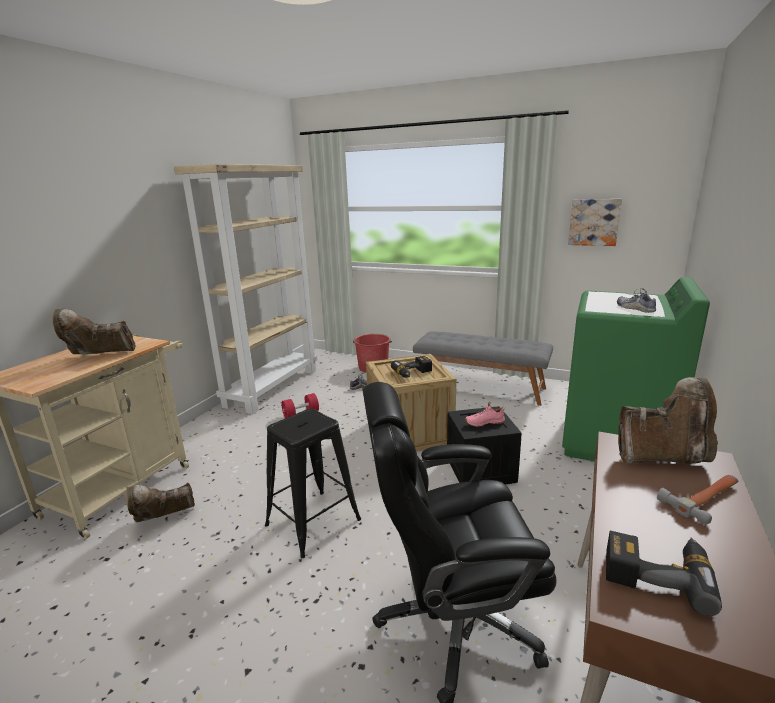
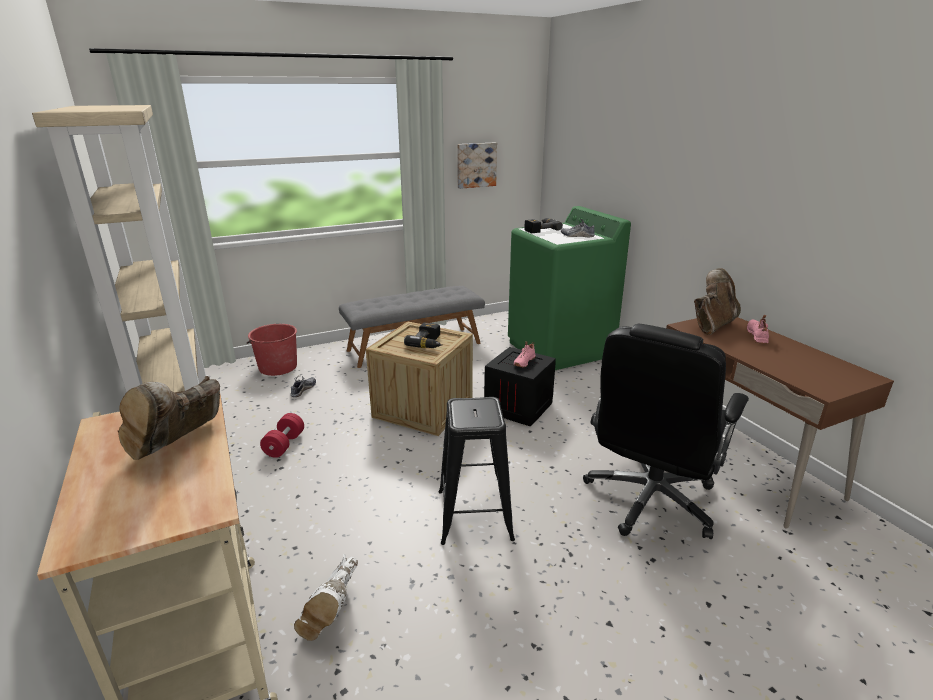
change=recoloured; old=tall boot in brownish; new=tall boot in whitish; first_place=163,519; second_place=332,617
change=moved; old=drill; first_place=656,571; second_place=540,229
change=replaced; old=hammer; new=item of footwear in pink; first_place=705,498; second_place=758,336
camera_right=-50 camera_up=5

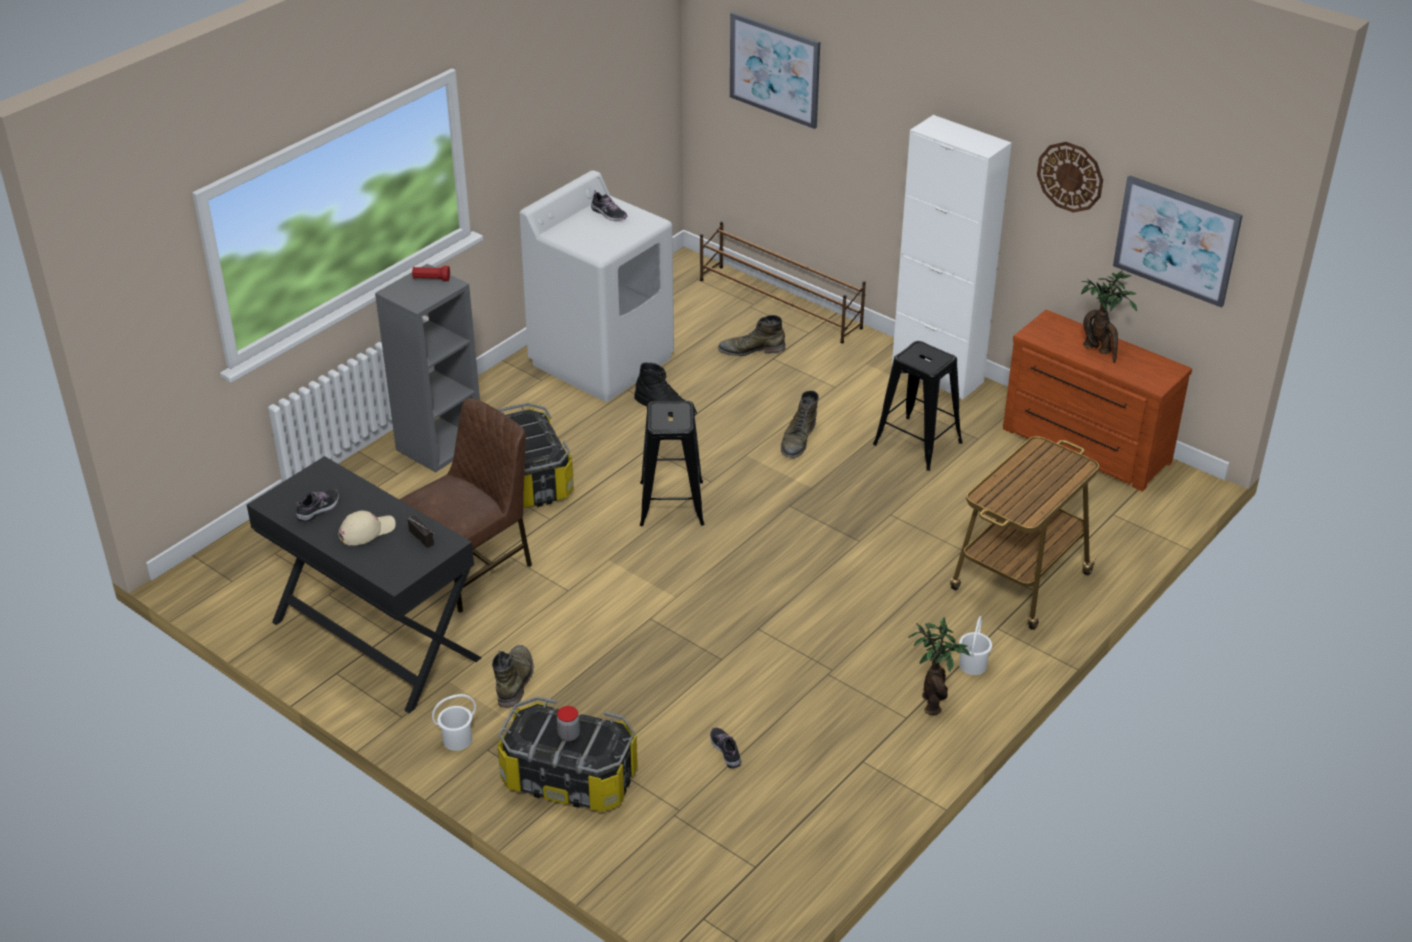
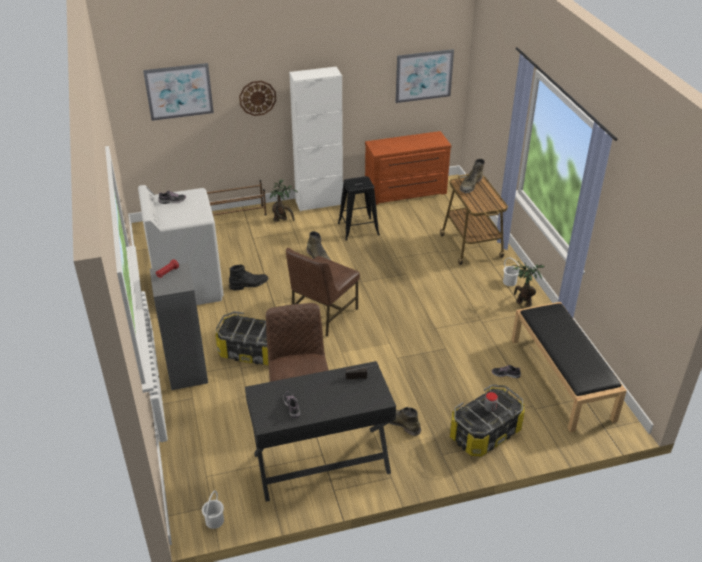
change=removed; old=cap in beige-coloured; first_place=366,531
change=moved; old=bucket in whitish; first_place=457,740; second_place=215,520
change=replaced; old=sitting stool in black; new=chair in brownish; first_place=671,504; second_place=323,314
change=moved; old=tall boot in green-coloured; first_place=751,349; second_place=470,185
change=moved; old=hanging clock; first_place=1070,176; second_place=257,98
change=moved; old=houseplant; first_place=1099,350; second_place=282,220
change=added; new=bench in black; second_place=562,379
camera_right=-55 camera_up=0

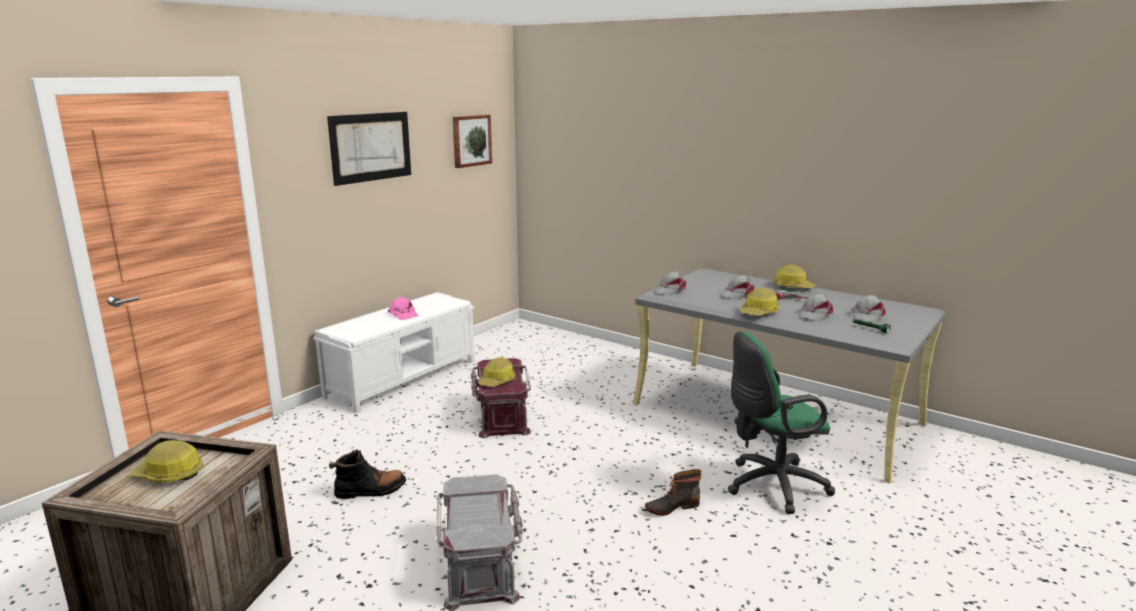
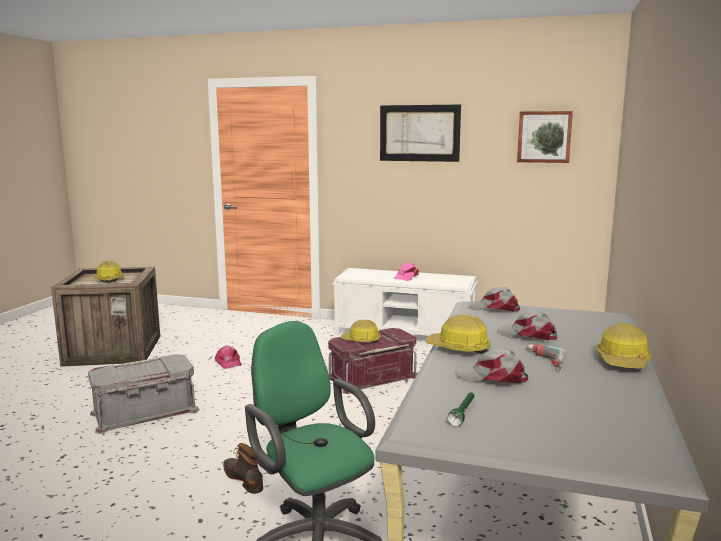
change=replaced; old=tall boot in black; new=cap in pink; first_place=370,491; second_place=228,362
change=removed; old=cap in gray; first_place=867,316
camera_right=70 camera_up=-5

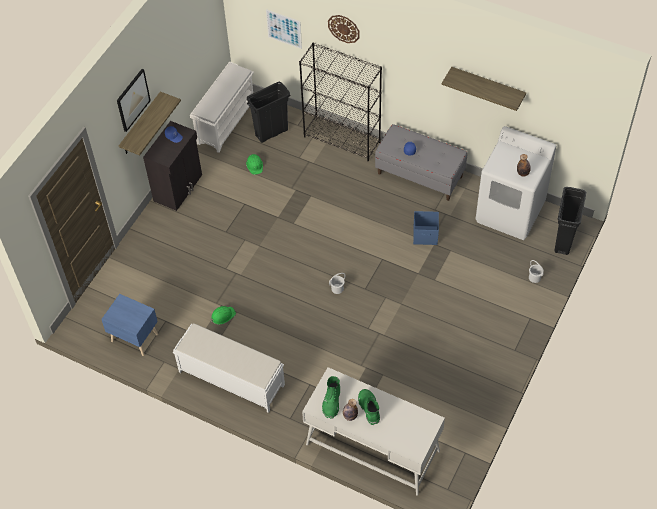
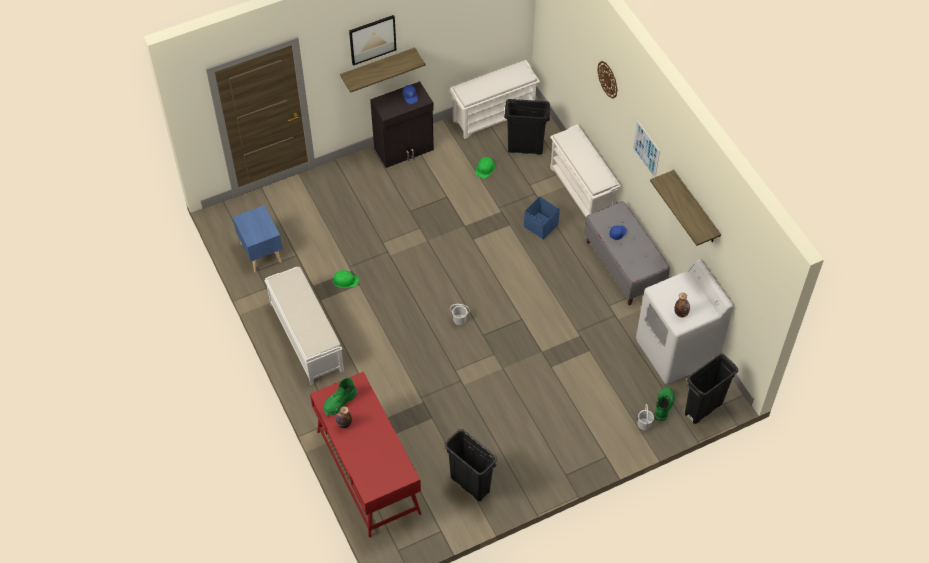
change=moved; old=wall picture; first_place=284,29; second_place=646,149
change=replaced; old=bookcase in black; new=shoe stand in whitish; first_place=342,139; second_place=582,192
change=recoloured; old=desk table in whitish; new=desk table in red; first_place=372,447; second_place=368,471
change=moved; old=tall boot in green-coloured; first_place=369,408; second_place=663,406
change=moved; old=storage box in bluish; first_place=425,235; second_place=541,226
change=added; new=waste bin in black; second_place=470,484
camera_right=35 camera_up=0

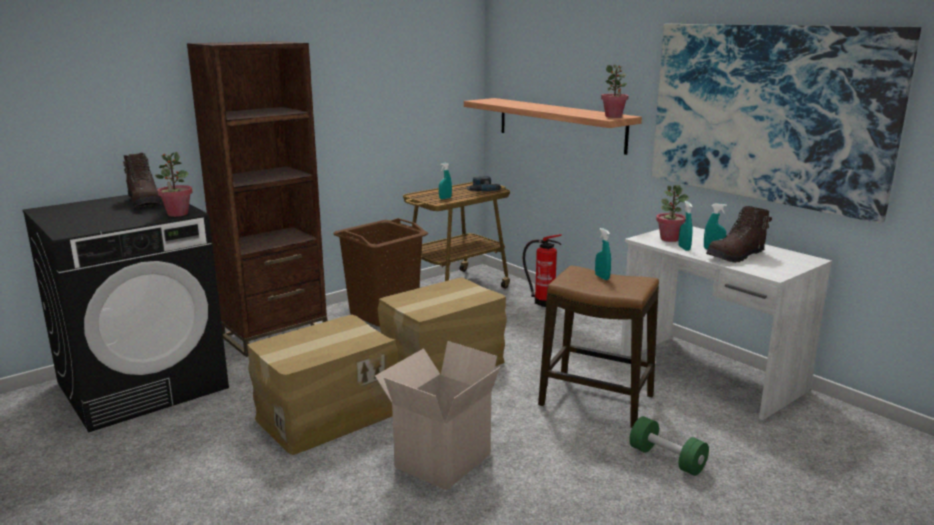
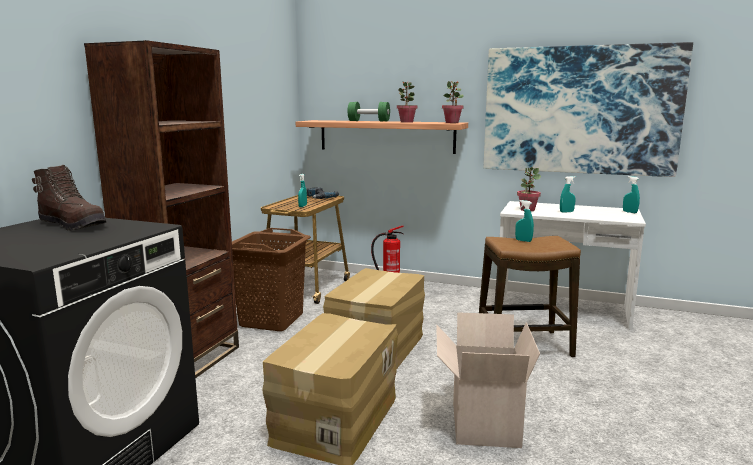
change=moved; old=houseplant; first_place=177,214; second_place=406,122
change=moved; old=free weight in green-coloured; first_place=667,459; second_place=369,121
change=moved; old=hand sprayer in turquoise-coloured; first_place=684,248; second_place=629,212
change=removed; old=tall boot in brownish; first_place=736,256
camera_right=-30 camera_up=-5

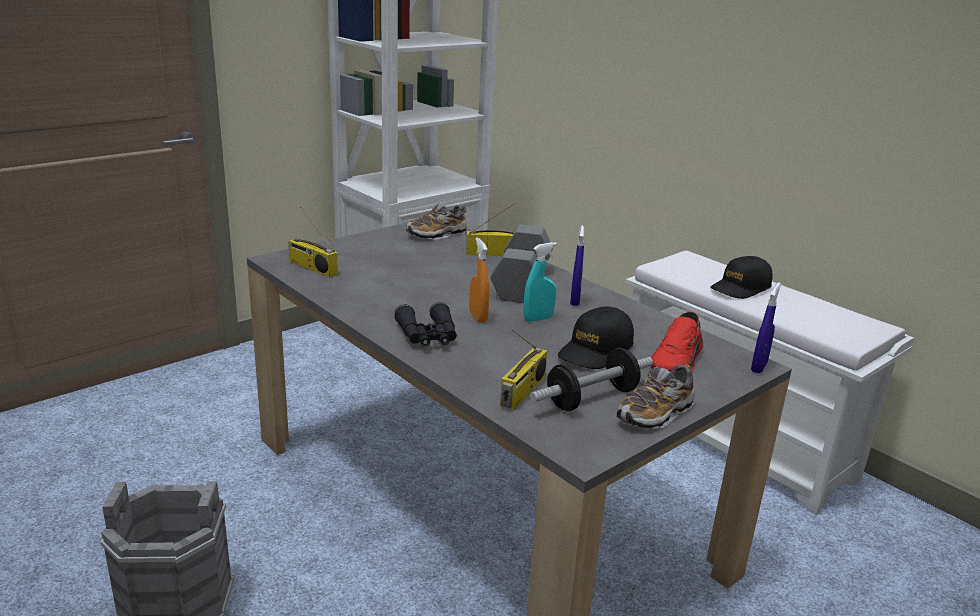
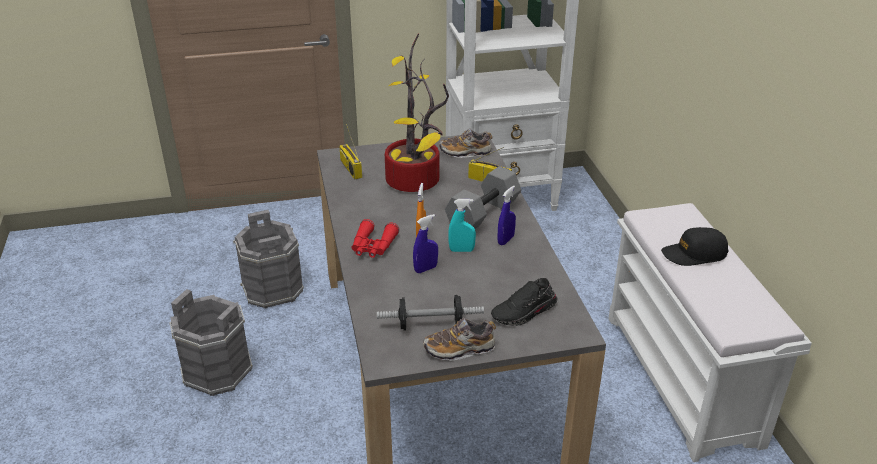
change=recoloured; old=pair of binoculars in black; new=pair of binoculars in red; first_place=428,336; second_place=373,246
change=removed; old=radio set; first_place=523,391
change=removed; old=cap in black; first_place=595,350
change=recoloured; old=item of footwear in red; new=item of footwear in black; first_place=678,361; second_place=524,313
change=moved; old=hand sprayer in bluish; first_place=759,367; second_place=425,269
change=added; new=bucket in gray; second_place=272,289
change=added; new=houseplant; second_place=417,182
camera_right=30 camera_up=10

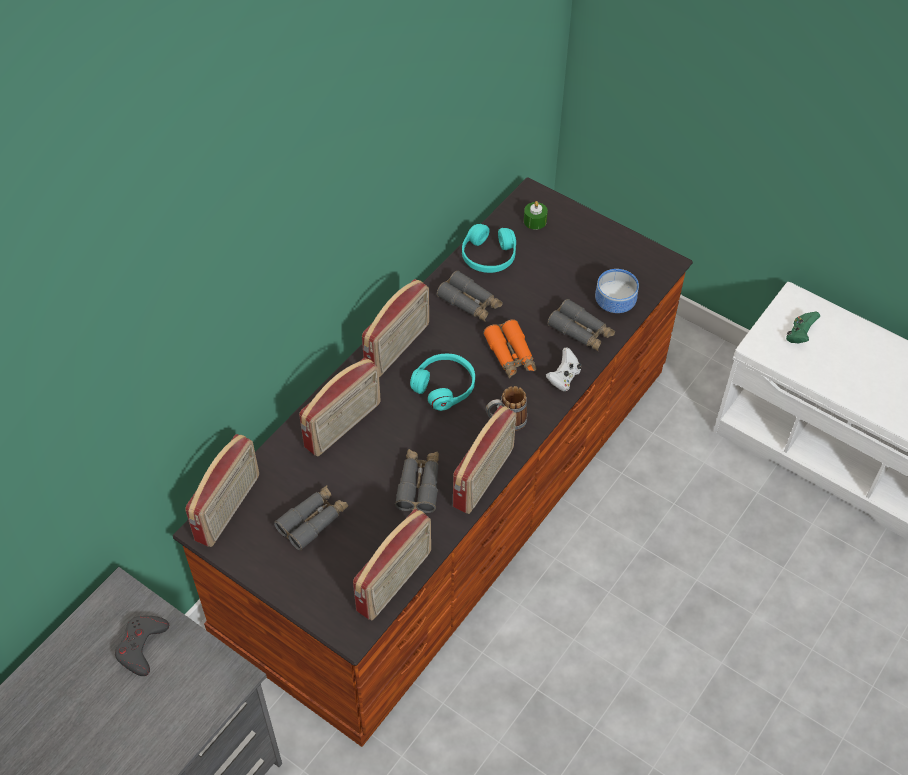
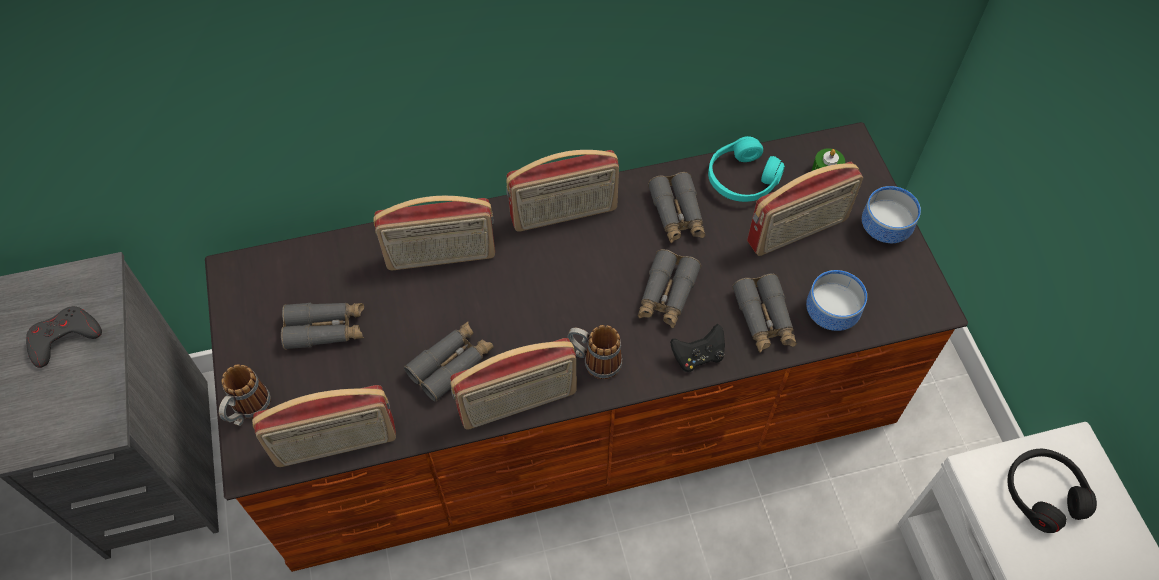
change=moved; old=radio set; first_place=229,508; second_place=798,232
change=removed; old=headset in turquoise-coloured; first_place=444,386
change=recoloured; old=pair of binoculars in orangey; new=pair of binoculars in gray; first_place=511,355; second_place=666,295
change=recoloured; old=game controller in whitish; new=game controller in black; first_place=563,378; second_place=698,356
change=replaced; old=game controller in green-coloured; new=headset in black; first_place=799,335; second_place=1043,493
change=added; new=tea mug; second_place=248,410
change=added; new=deep dish; second_place=882,229
camera_right=40 camera_up=5

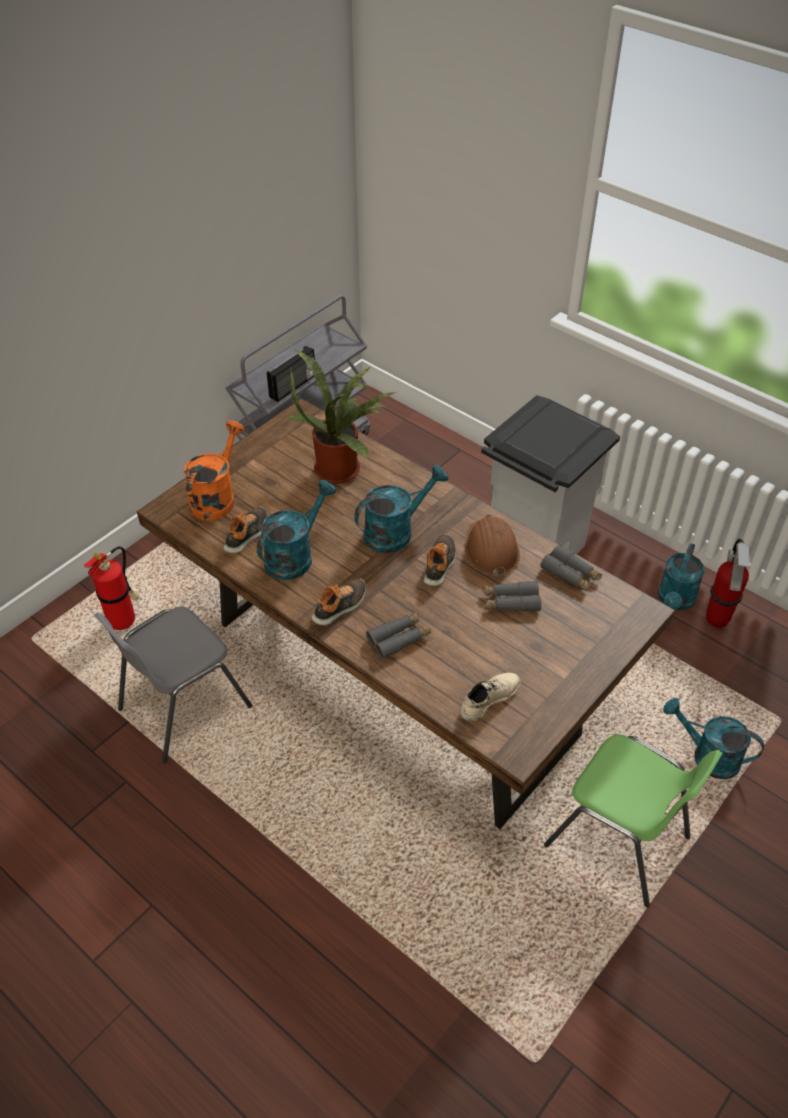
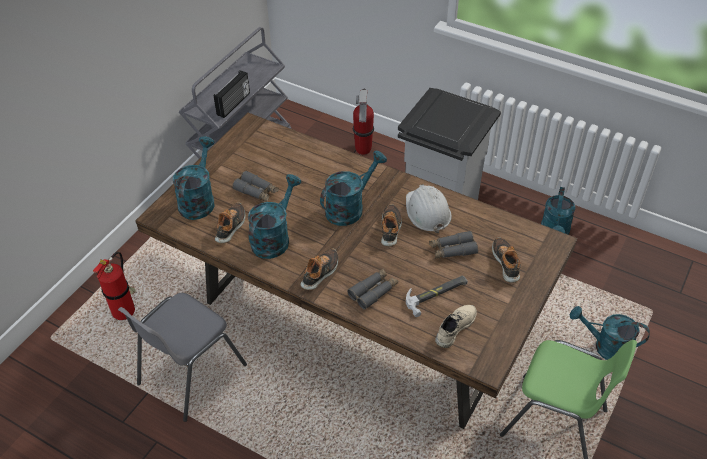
change=recoloured; old=sprinkling can in orangey; new=sprinkling can in turquoise-coloured; first_place=216,497; second_place=198,200
change=removed; old=houseplant; first_place=341,468
change=recoloured; old=work helmet in brownish; new=work helmet in whitish; first_place=491,549; second_place=427,211
change=moved; old=pair of binoculars in gray; first_place=570,574; second_place=256,191
change=moved; old=fire-fighting cylinder; first_place=717,620; second_place=363,150
change=added; new=hammer; second_place=436,294
change=added; new=item of footwear; second_place=506,263
camera_right=-10 camera_up=0

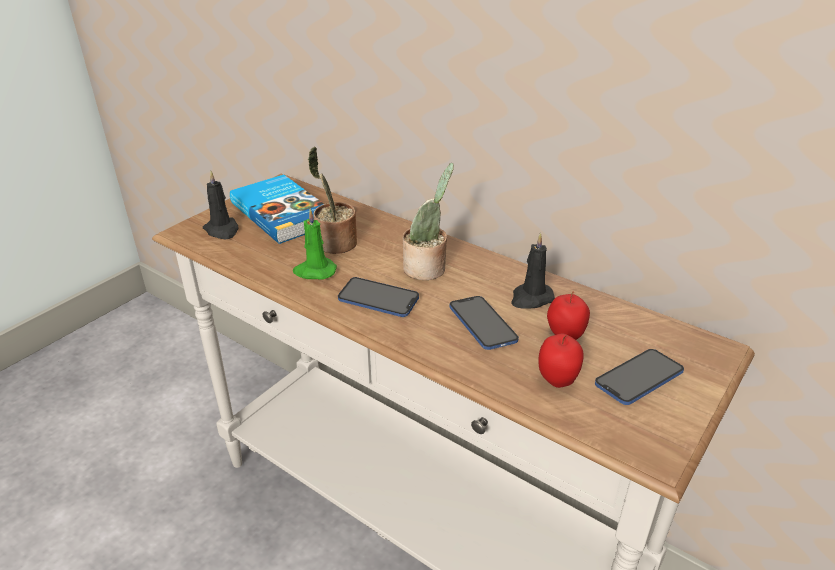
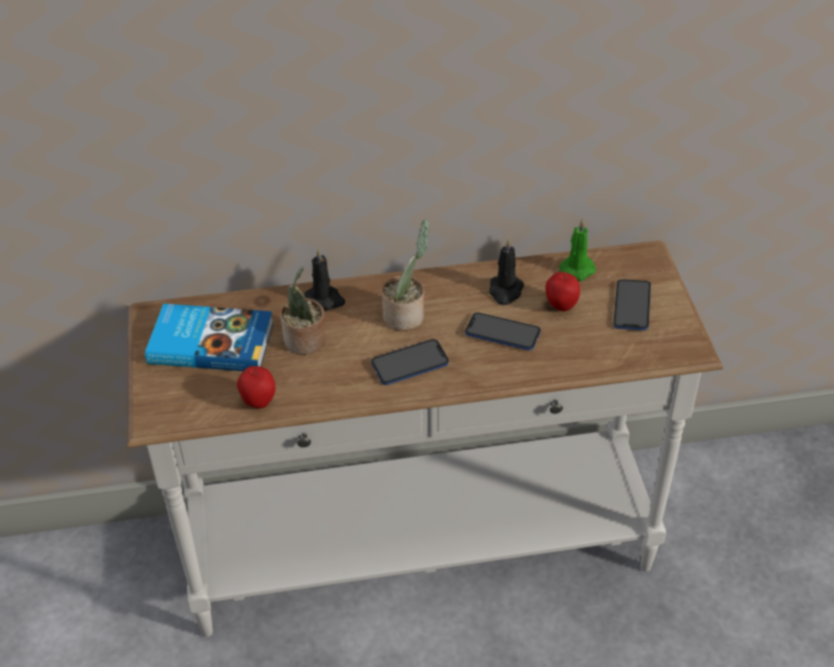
change=moved; old=candle in black; first_place=222,230; second_place=325,300
change=moved; old=candle in green-coloured; first_place=314,271; second_place=575,271
change=moved; old=apple fruit; first_place=557,380; second_place=258,402
camera_right=-45 camera_up=10

